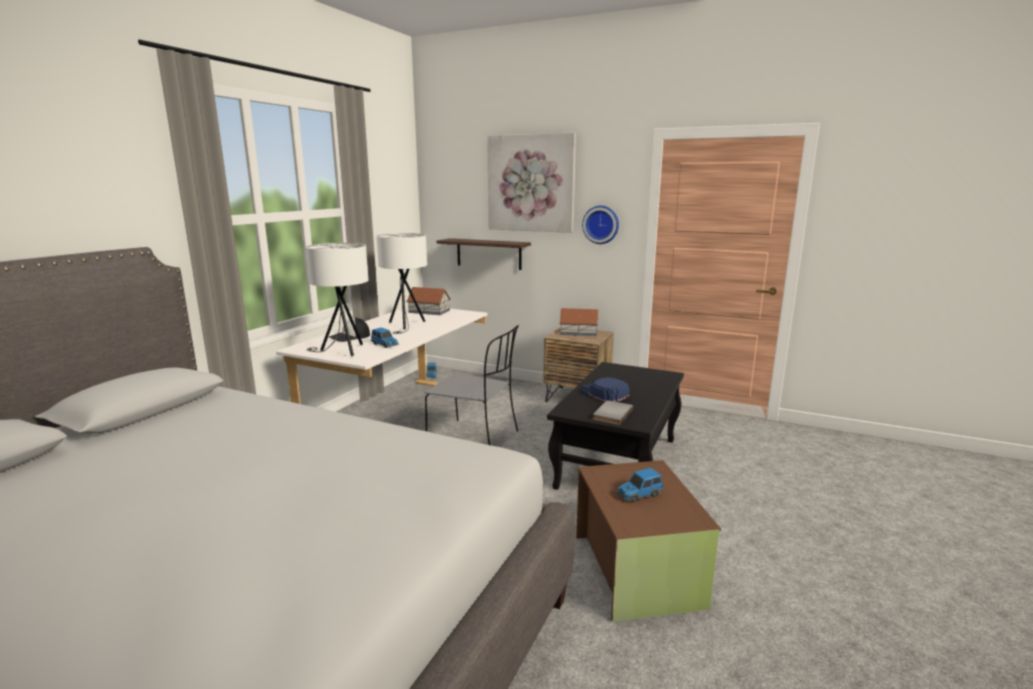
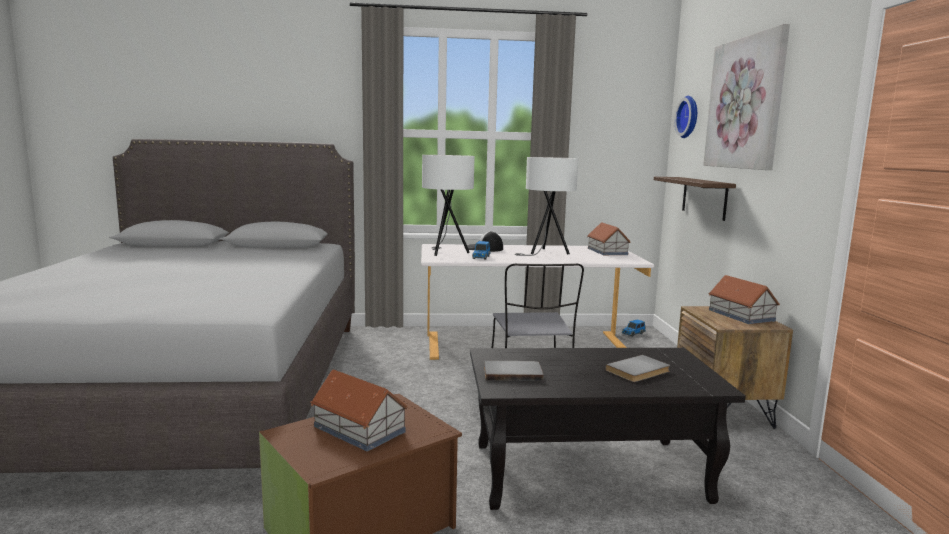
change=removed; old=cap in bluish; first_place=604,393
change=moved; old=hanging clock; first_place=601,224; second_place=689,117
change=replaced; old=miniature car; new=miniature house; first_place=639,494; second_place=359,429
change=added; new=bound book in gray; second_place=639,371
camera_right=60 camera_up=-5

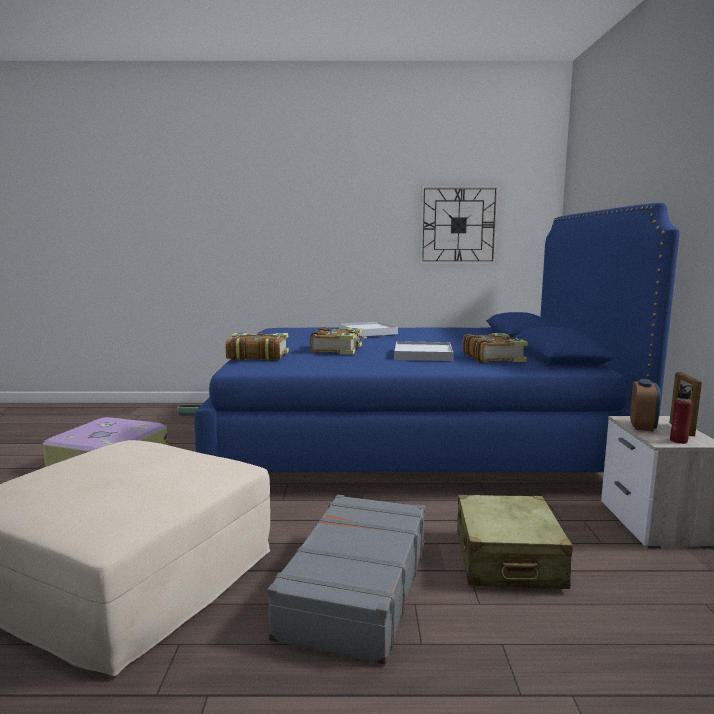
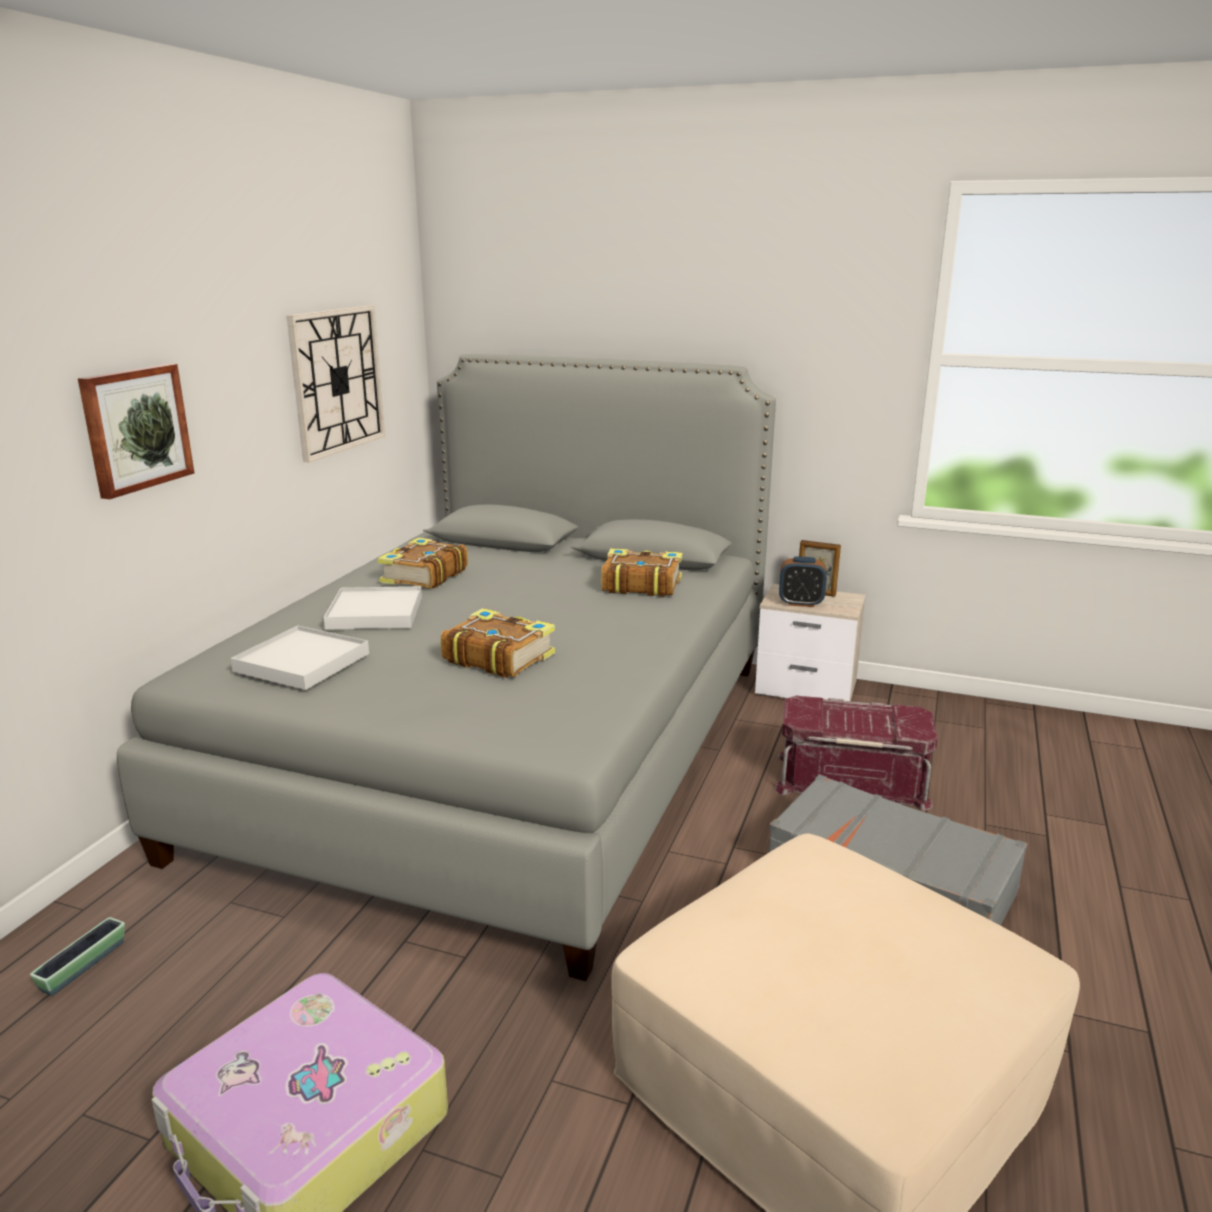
change=recoloured; old=bedroom bed in bluish; new=bedroom bed in gray; first_place=411,442; second_place=504,750
change=moved; old=bound book; first_place=257,356; second_place=423,576
change=moved; old=carrying tray in whitish; first_place=423,355; second_place=302,662
change=replaced; old=suitcase in beige-coloured; new=storage box in red; first_place=507,559; second_place=851,779
change=turned; old=bedside clock; first_place=642,426; second_place=801,603; degrees=150
change=removed; old=beverage bottle in red; first_place=678,441
change=added; new=wall picture; second_place=135,428
camera_right=-70 camera_up=10

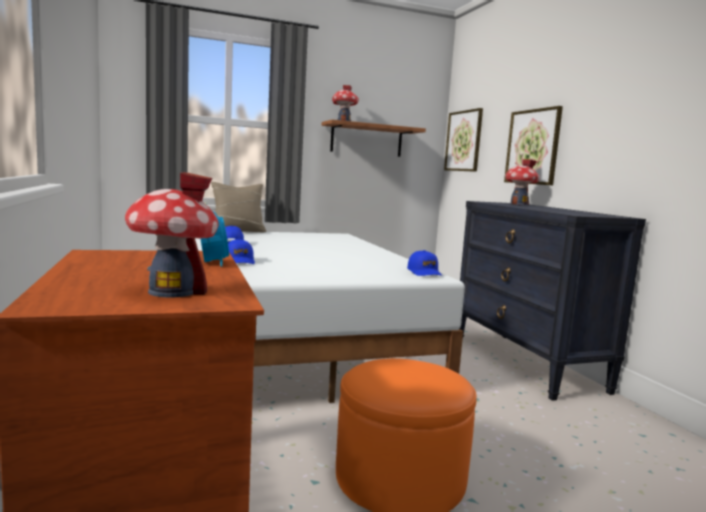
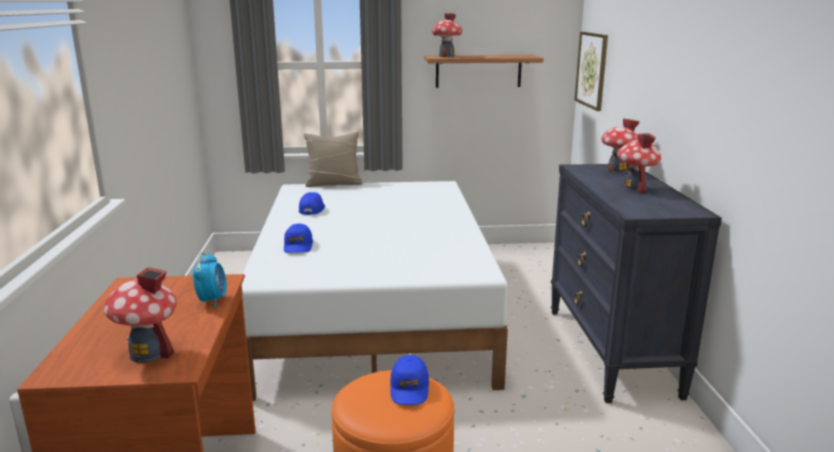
change=moved; old=cap in bluish; first_place=424,272; second_place=409,388
change=removed; old=wall picture; first_place=533,147
change=added; new=miniature house; second_place=634,189
camera_right=15 camera_up=10

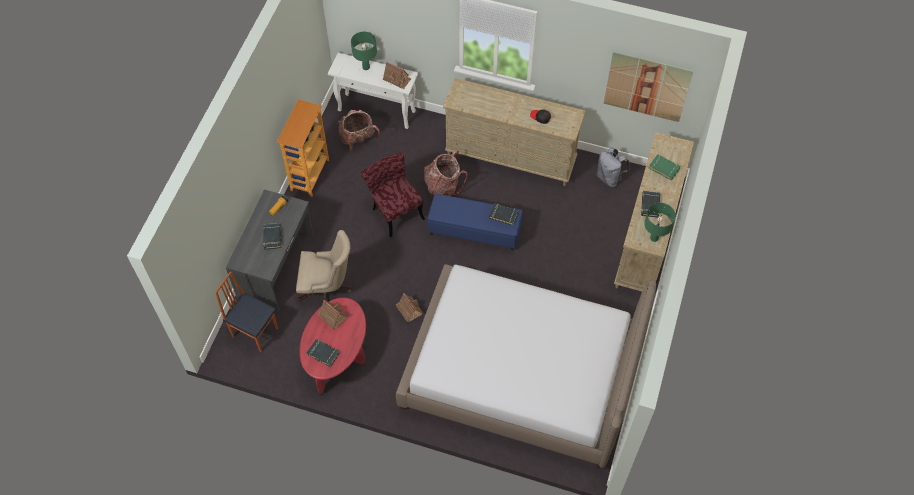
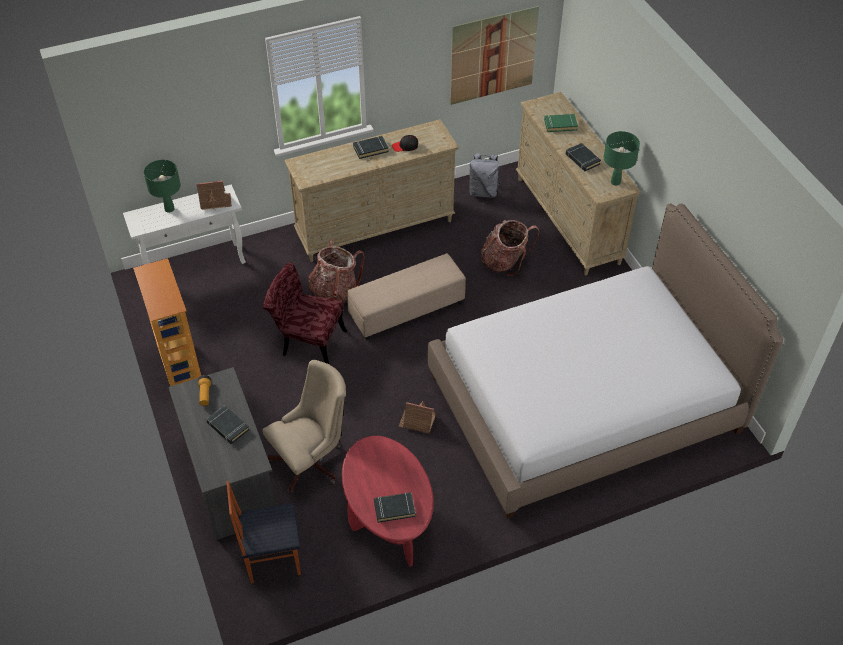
change=removed; old=miniature house; first_place=332,316
change=moved; old=backpack; first_place=358,139; second_place=505,262
change=recoloured; old=ottoman in bluish; new=ottoman in beige-coloured; first_place=475,229; second_place=406,309
change=moved; old=bound book in black; first_place=503,215; second_place=370,149
camera_right=-40 camera_up=-10

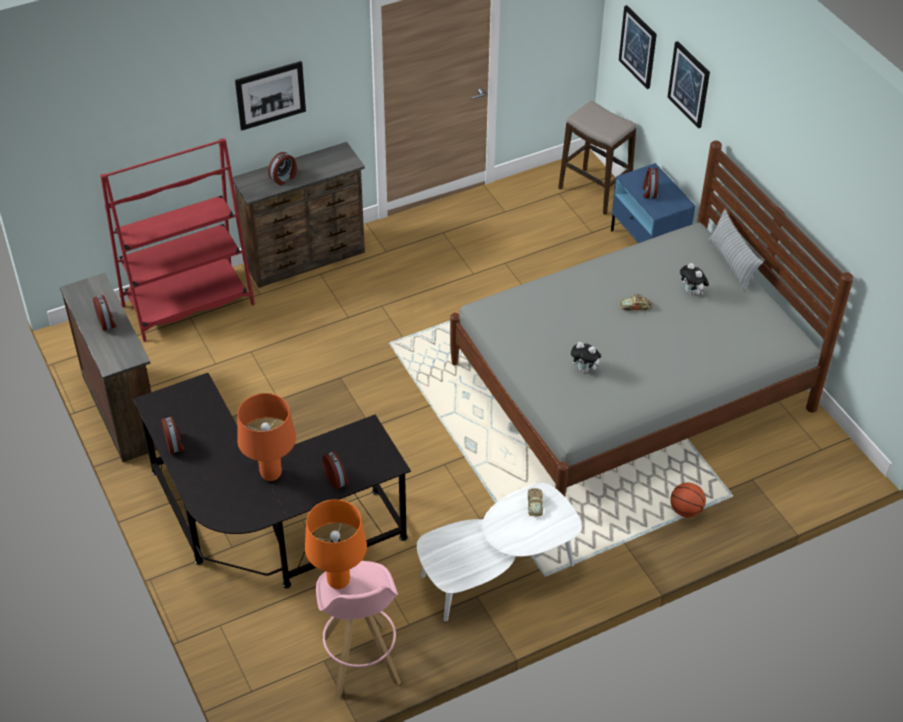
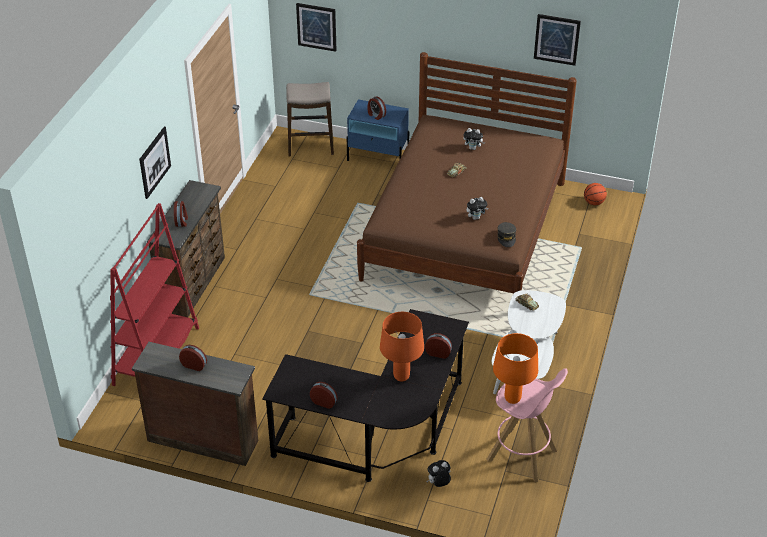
change=recoloured; old=bedroom bed in gray; new=bedroom bed in brownish; first_place=630,386; second_place=465,230
change=moved; old=wall picture; first_place=689,84; second_place=557,39
change=moved; old=basketball; first_place=685,510; second_place=594,203
change=removed; old=throw pillow; first_place=731,264
change=added; new=cuddly toy; second_place=438,484
change=added; new=cap in gray; second_place=506,238
camera_right=-45 camera_up=-5

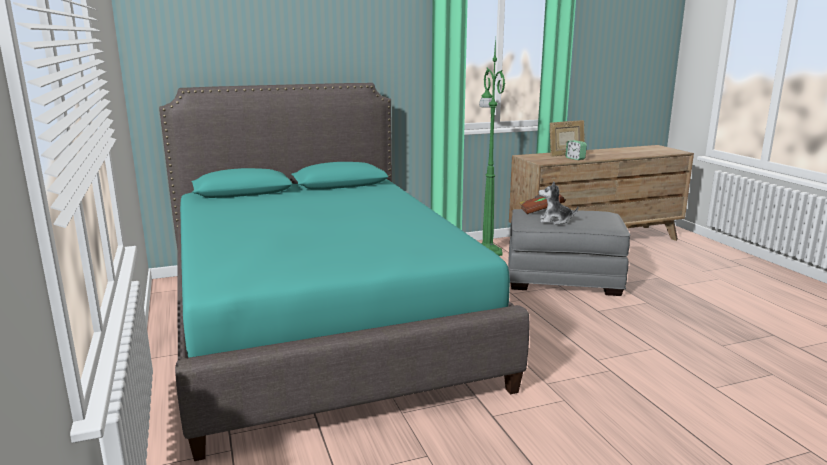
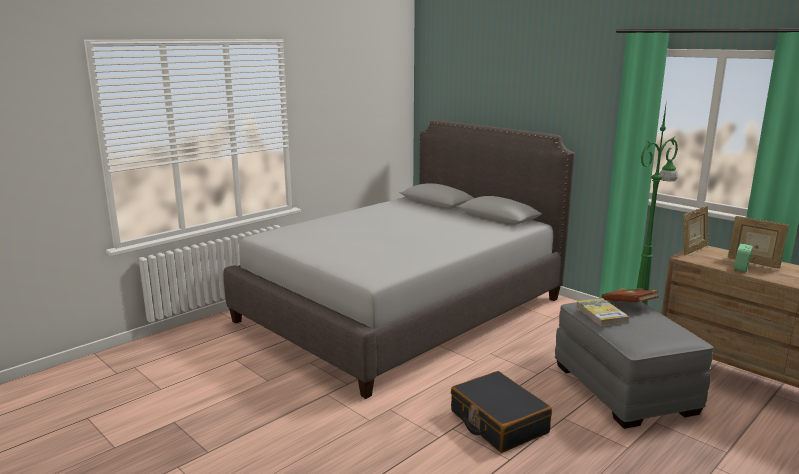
change=recoloured; old=bedroom bed in turquoise-coloured; new=bedroom bed in gray; first_place=321,324; second_place=403,310
change=replaced; old=cuddly toy; new=bound book; first_place=555,221; second_place=601,314
change=added; new=suitcase in black; second_place=498,422
change=added; new=photo frame; second_place=693,250
camera_right=65 camera_up=0

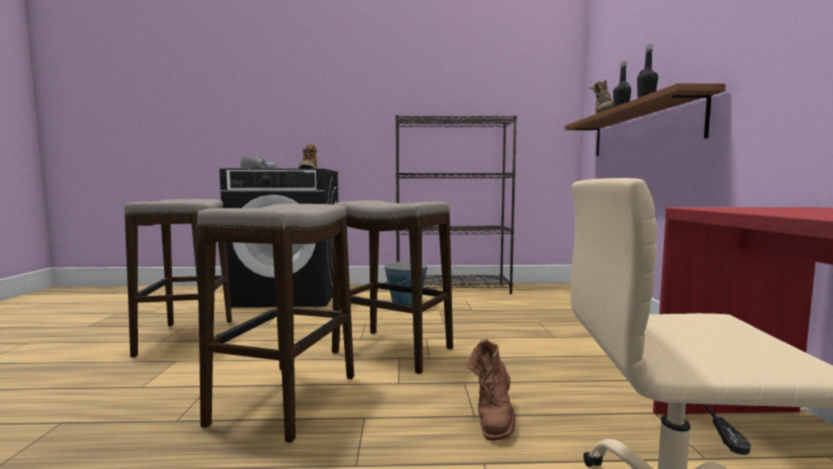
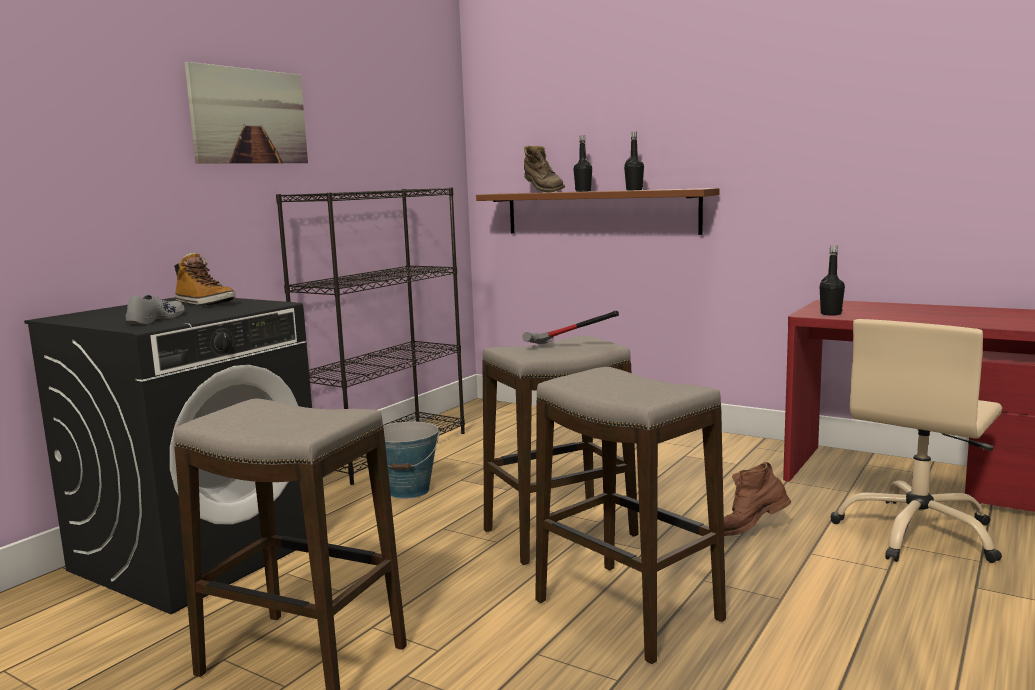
change=turned; old=tall boot in brownish; first_place=493,419; second_place=751,531; degrees=120
change=added; new=wall picture; second_place=249,116
change=added; new=hammer; second_place=566,348
change=added; new=beverage bottle in black; second_place=830,314
camera_right=-55 camera_up=5

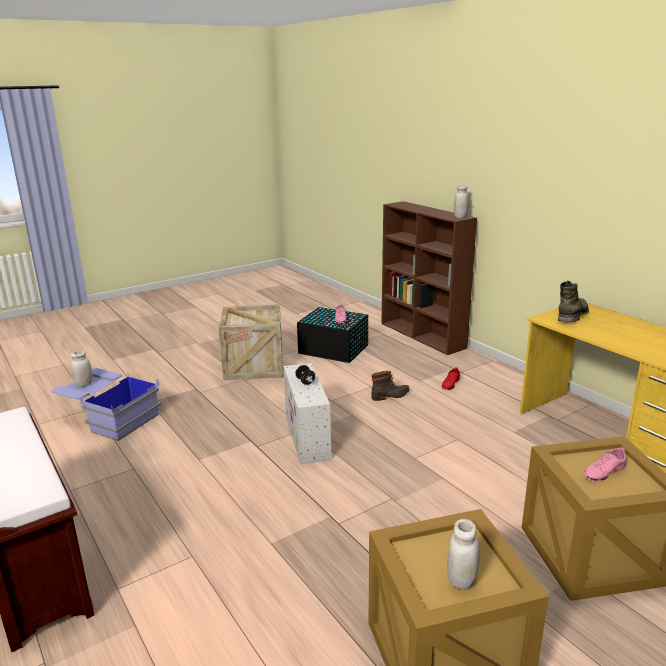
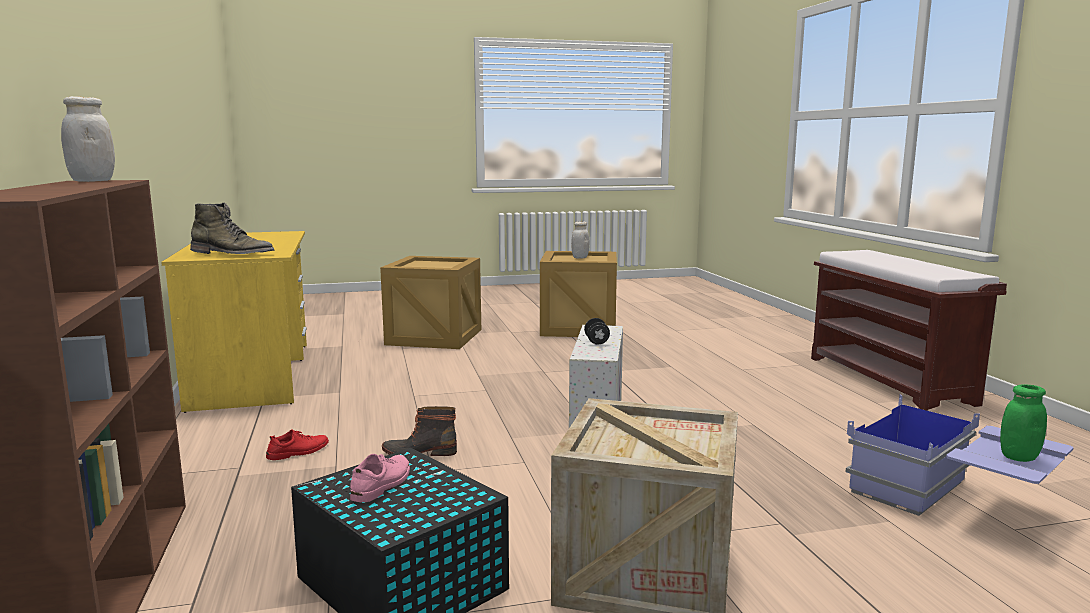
change=recoloured; old=jar in whitish; new=jar in green-coloured; first_place=84,384; second_place=1018,457
change=turned; old=tall boot in green-coloured; first_place=573,315; second_place=232,254; degrees=-135
change=removed; old=item of footwear in pink; first_place=604,472
camera_right=-160 camera_up=-10

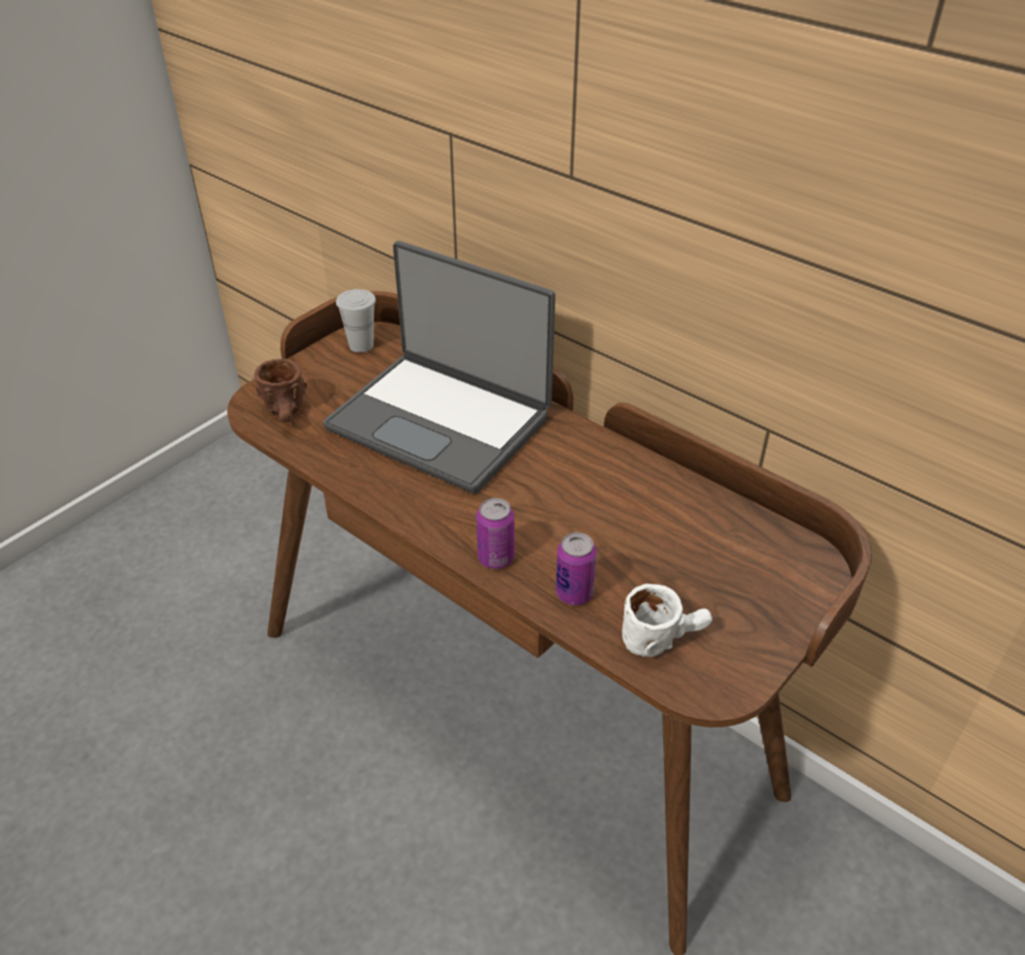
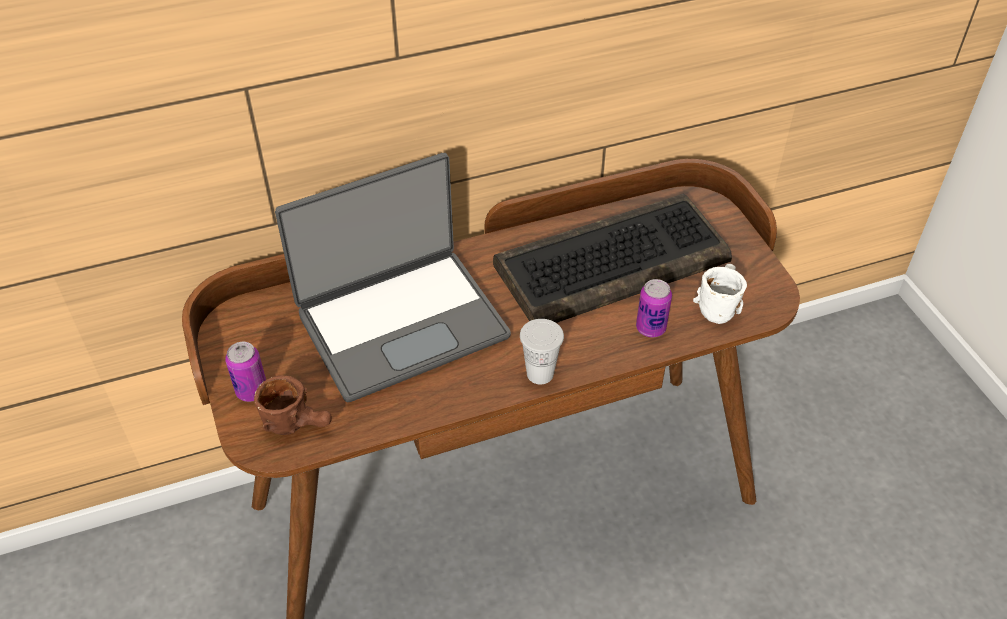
change=moved; old=drinking cup in whitish; first_place=361,345; second_place=540,374
change=moved; old=can; first_place=496,558; second_place=252,391
change=added; new=computer keyboard; second_place=613,262
camera_right=-60 camera_up=5

